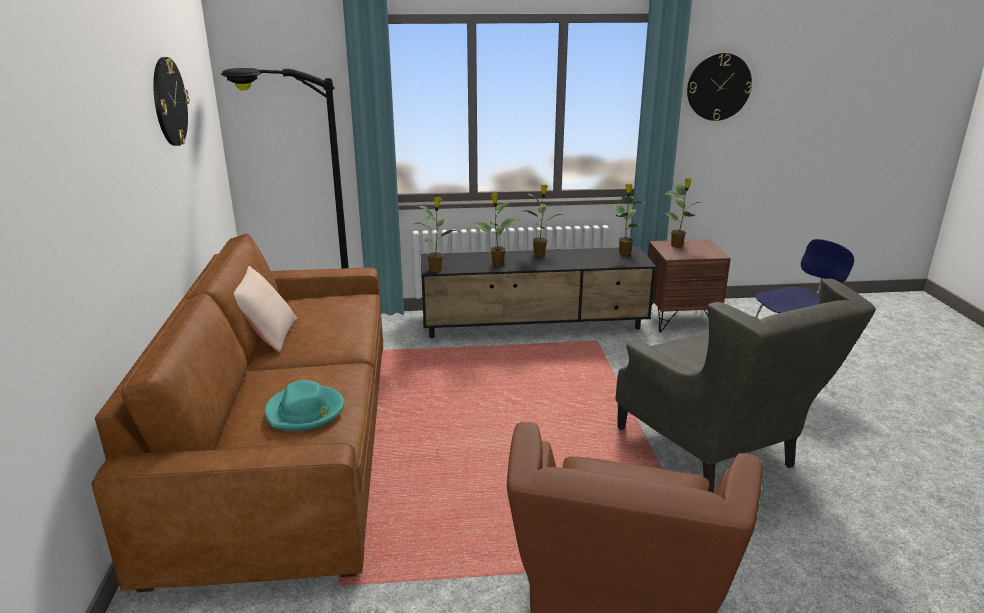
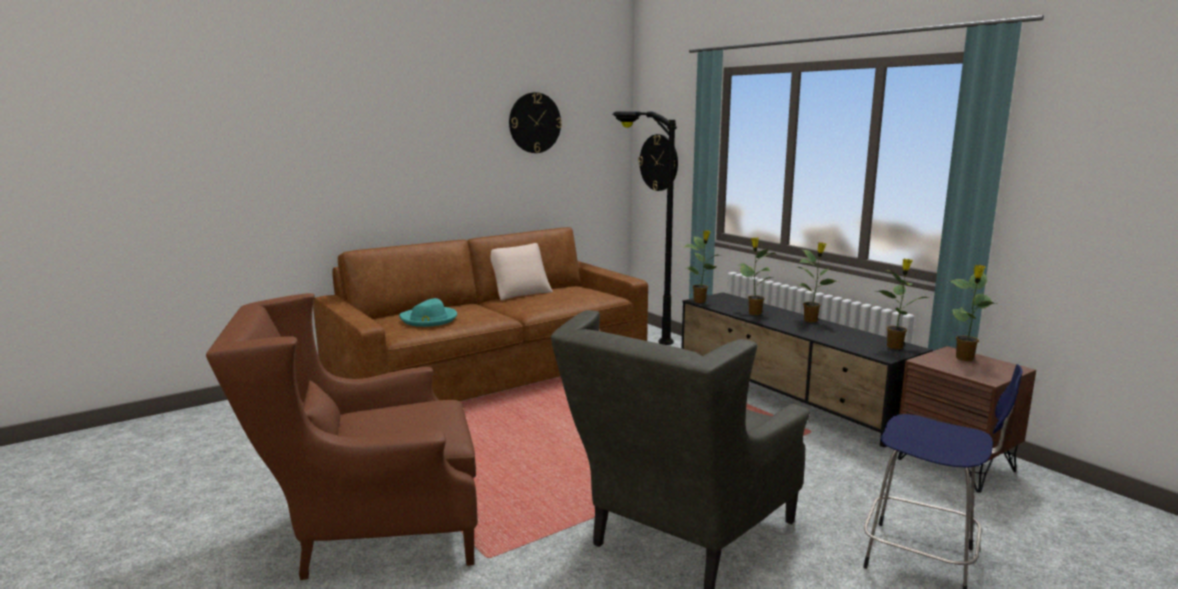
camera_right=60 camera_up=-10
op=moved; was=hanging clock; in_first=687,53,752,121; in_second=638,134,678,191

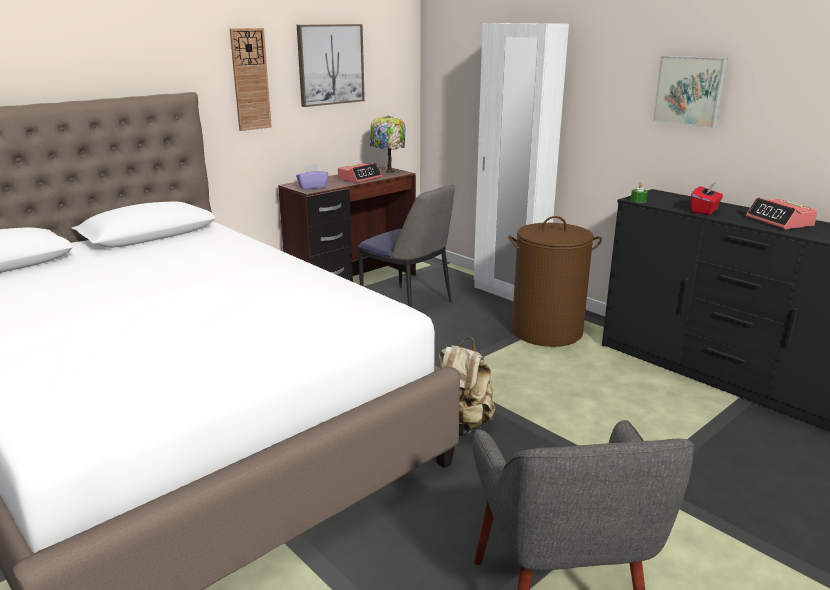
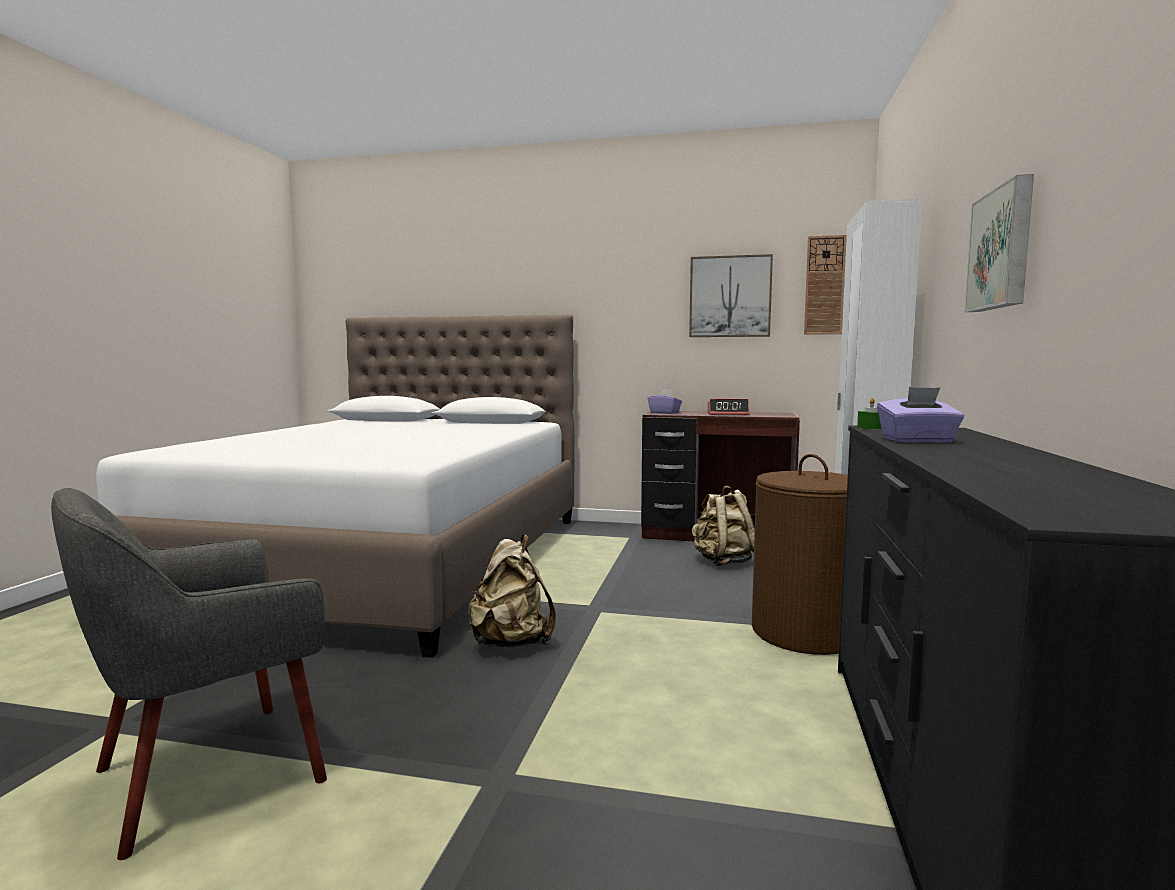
camera_right=55 camera_up=-15
op=moved; was=hanging clock; in_first=230,28,272,131; in_second=804,235,847,335
op=replaced; was=upright chair; now=beige-coloured knapsack; in_first=358,184,455,307; in_second=691,486,755,566
op=removed; was=table lamp; in_first=370,116,405,174
op=recoloured; was=red-coloured tissue holder; now=purple tissue holder; in_first=691,182,723,215; in_second=877,387,964,442
op=removed; was=alarm clock; in_first=746,198,818,229

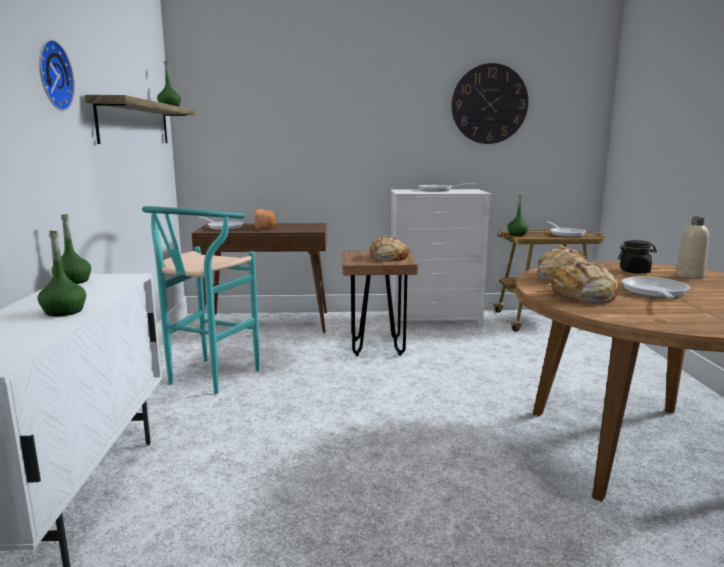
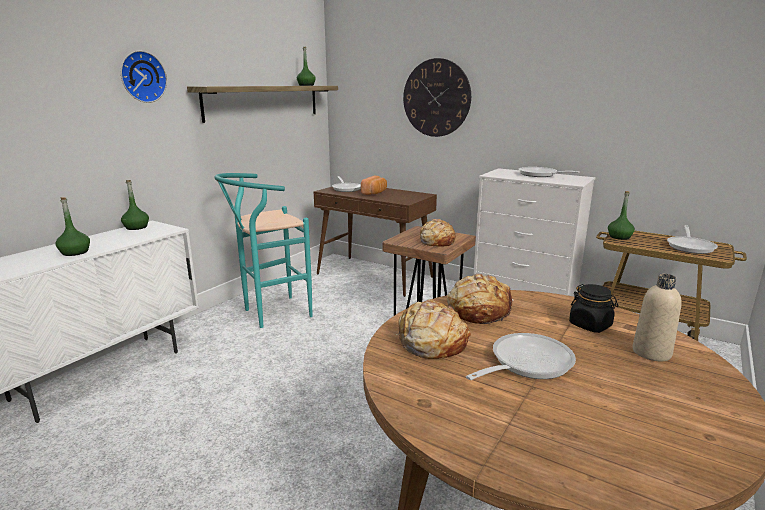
camera_right=35 camera_up=5
op=moved; was=hanging clock; in_first=451,63,528,144; in_second=403,58,471,137

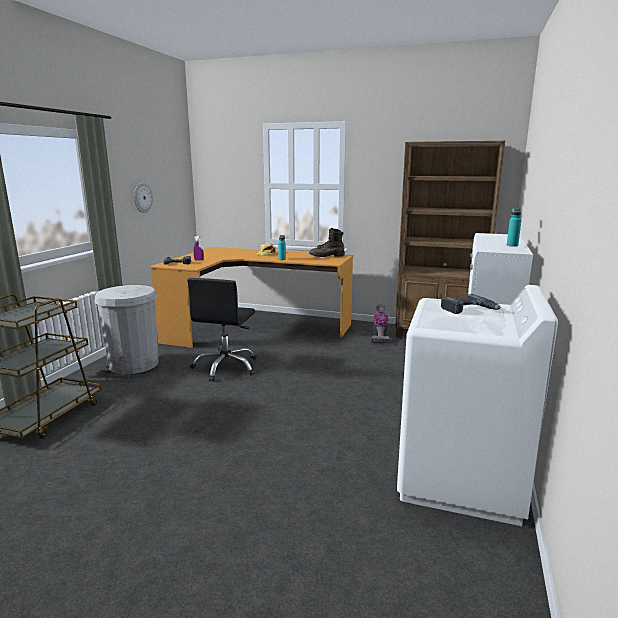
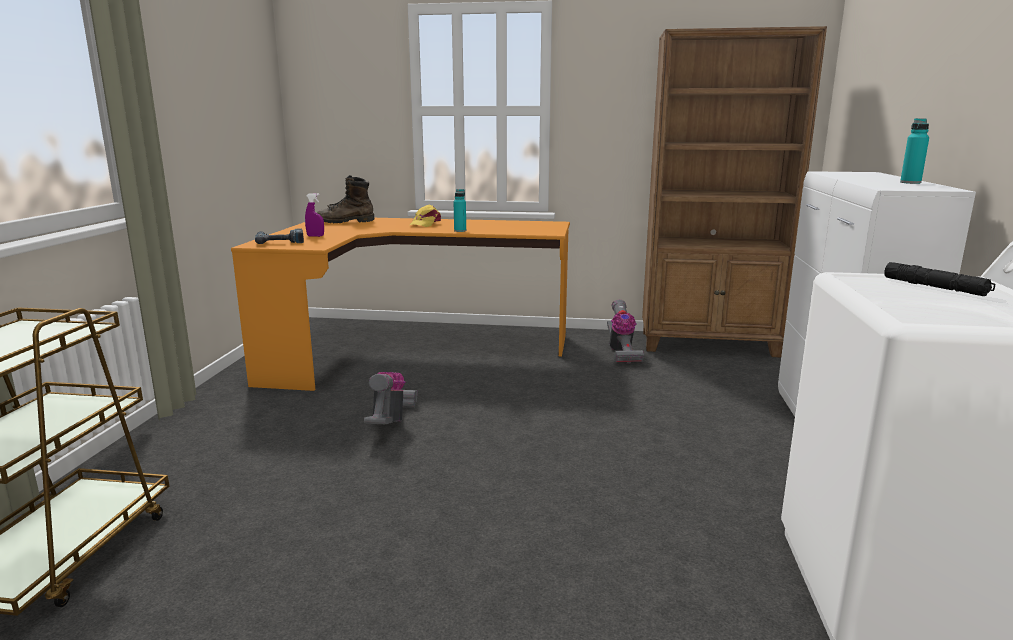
camera_right=-10 camera_up=0
op=removed; was=whitish trash can; in_first=94,285,159,374
op=removed; was=hanging clock; in_first=134,183,153,213
op=replaced; was=black desk chair; now=hoover; in_first=187,278,257,381; in_second=364,372,417,424
op=moved; was=brown-coloured high-top boot; in_first=309,228,345,257; in_second=317,175,374,223
op=replaced; was=drill; now=black flashlight; in_first=441,294,501,314; in_second=884,262,995,296

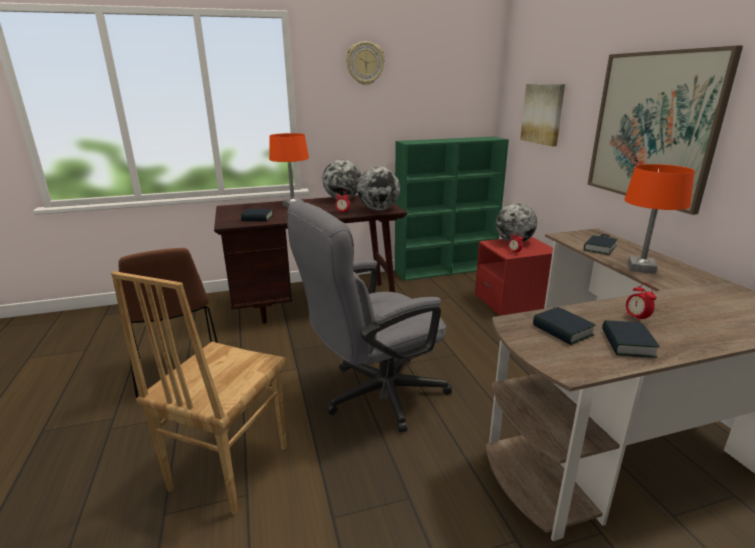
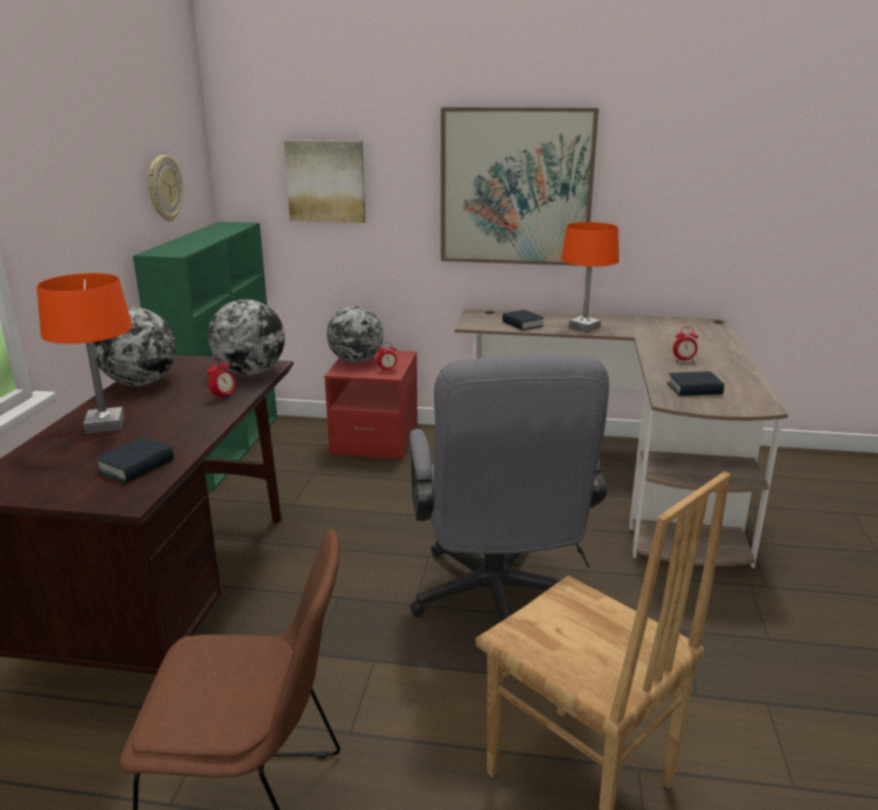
camera_right=-65 camera_up=0
op=moved; was=hanging clock; in_first=346,41,385,85; in_second=148,155,183,221
op=removed; was=bound book; in_first=602,320,660,358

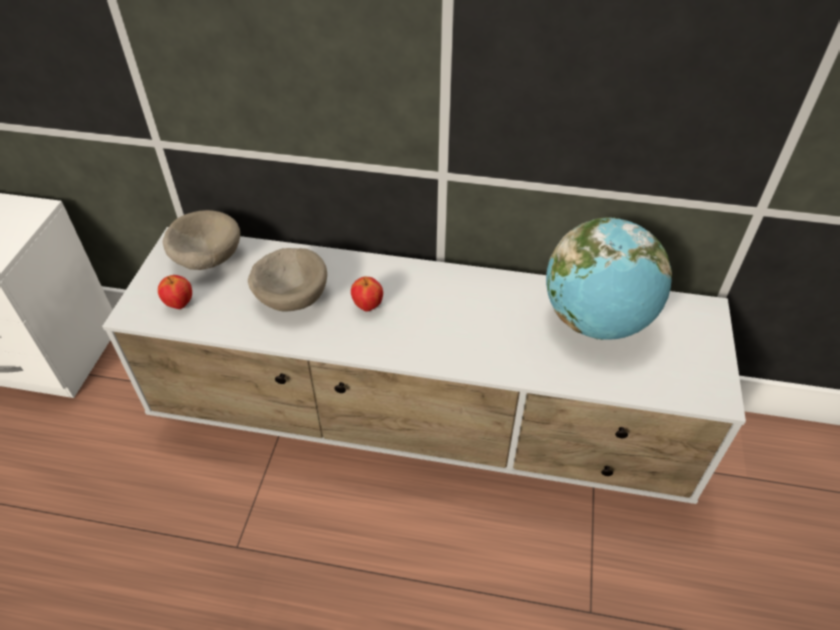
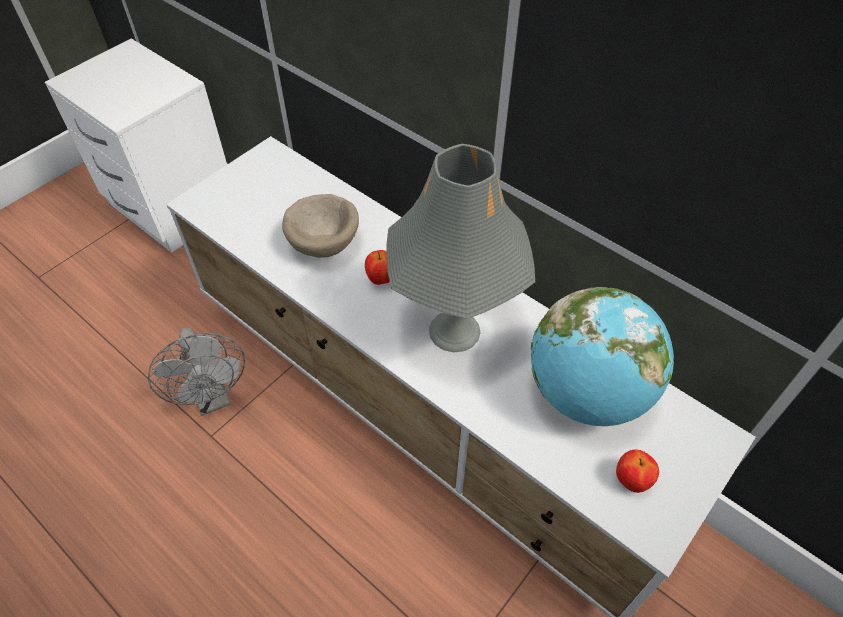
camera_right=30 camera_up=5
op=moved; was=apple fruit; in_first=158,275,192,309; in_second=616,450,659,493
op=removed; was=beige-coloured serving bowl; in_first=163,210,240,270
op=added; now=grey cooling fan; in_second=148,328,245,416
op=added; now=grey table lamp; in_second=386,144,535,352

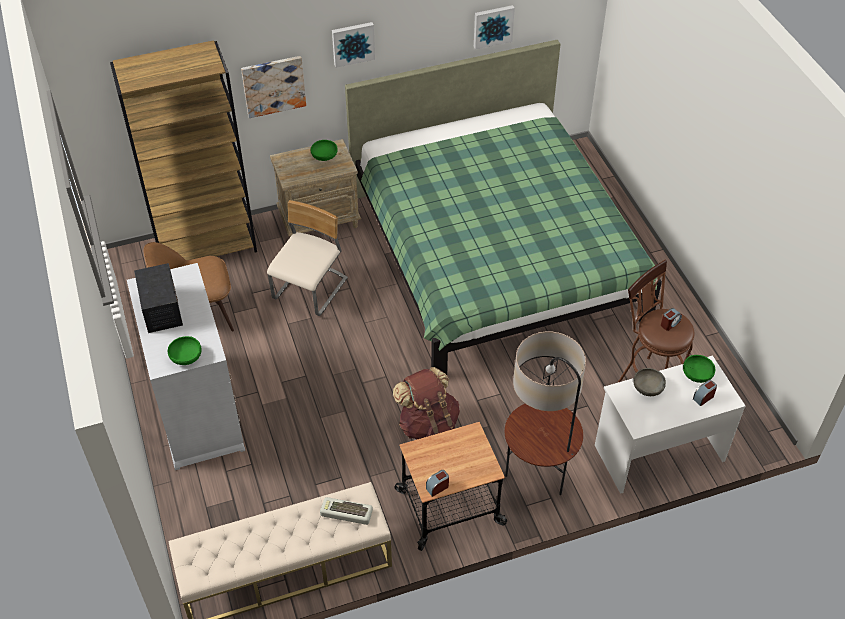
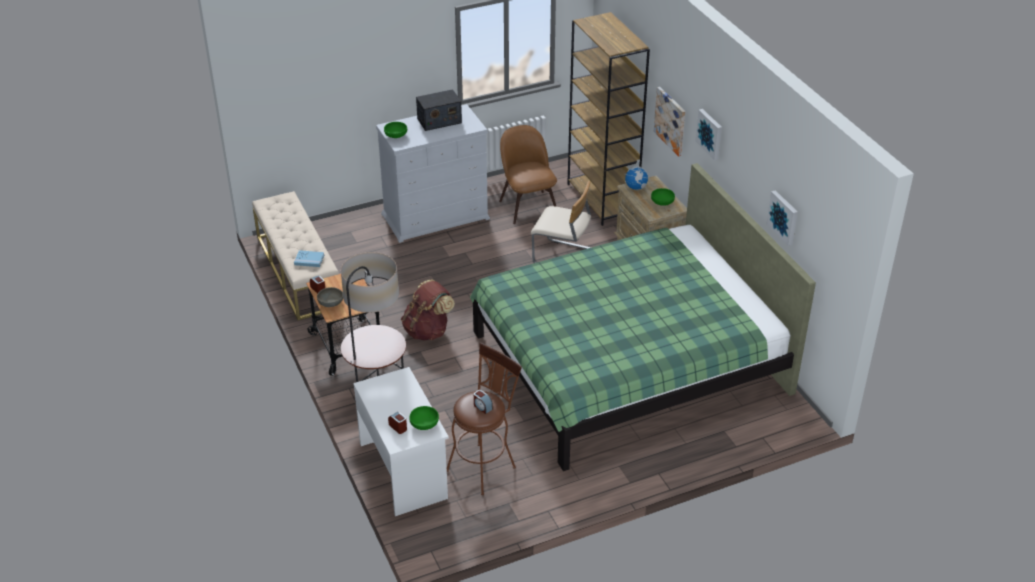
camera_right=85 camera_up=-10
op=replaced; was=keyboard; now=bluish bound book; in_first=320,497,373,525; in_second=294,250,324,267
op=moved; was=grey serving bowl; in_first=633,368,666,396; in_second=317,287,343,307
op=added; now=globe; in_second=625,159,648,190

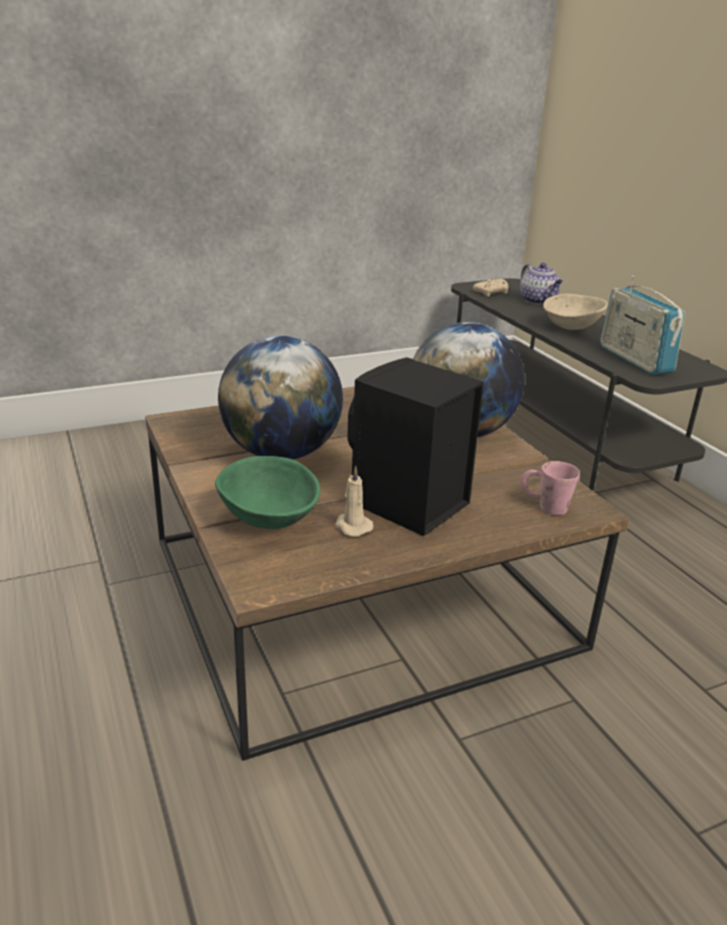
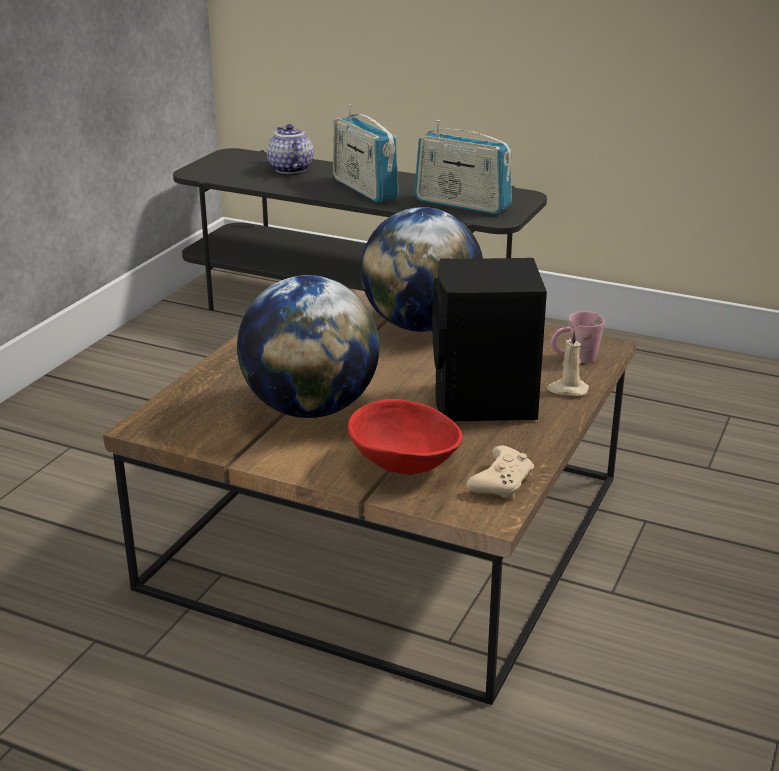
camera_right=-40 camera_up=0
op=recoloured; was=green serving bowl; now=red-coloured serving bowl; in_first=215,456,320,529; in_second=347,399,463,475
op=moved; was=beige-coloured wax candle; in_first=335,466,373,537; in_second=547,330,589,396
op=moved; was=beige-coloured joypad; in_first=473,279,509,297; in_second=467,446,534,499
op=turned; was=pot for tea; in_first=520,263,563,305; in_second=267,124,313,174; clockwise=-135
op=replaced; was=beige-coloured serving bowl; now=radio; in_first=543,294,608,330; in_second=333,104,399,203

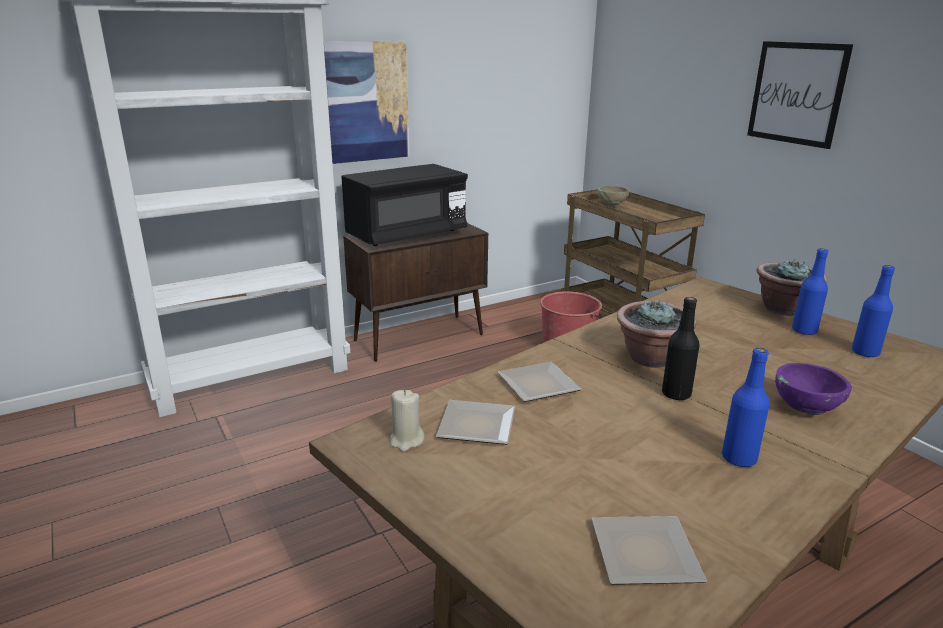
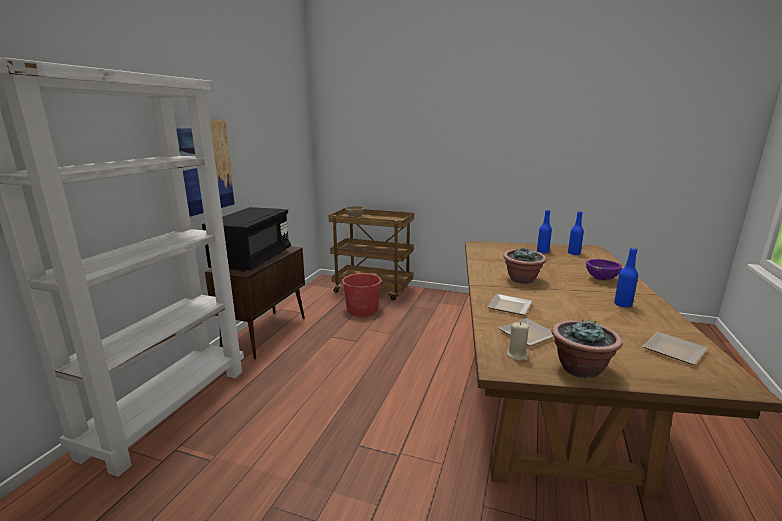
camera_right=-40 camera_up=-5
op=removed; was=black bottle; in_first=662,297,699,400
op=removed; was=picture; in_first=747,41,853,149
op=moved; was=plant in a pot; in_first=756,259,828,316; in_second=552,319,623,378

